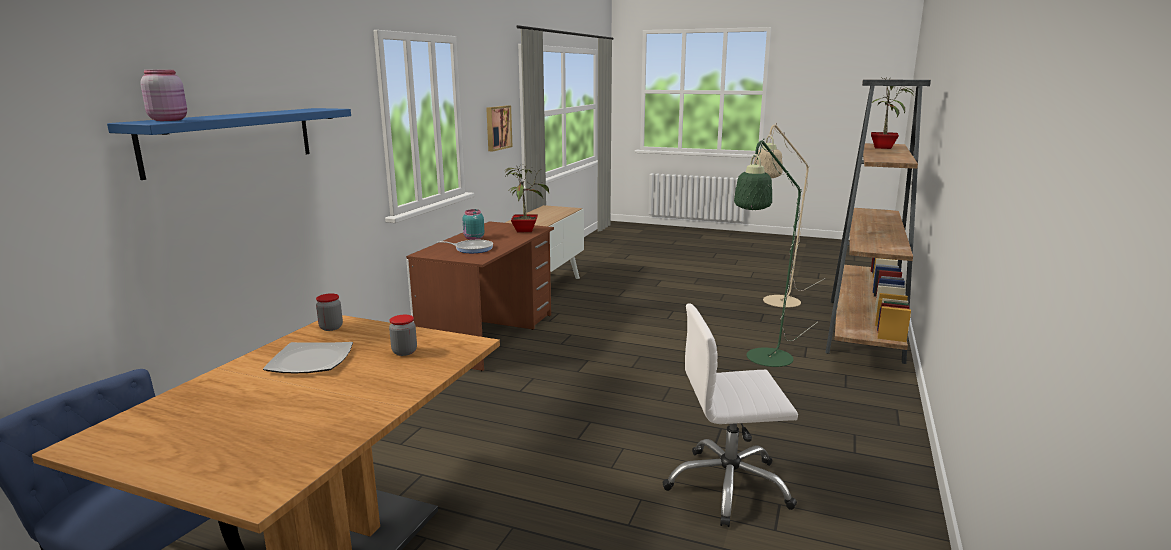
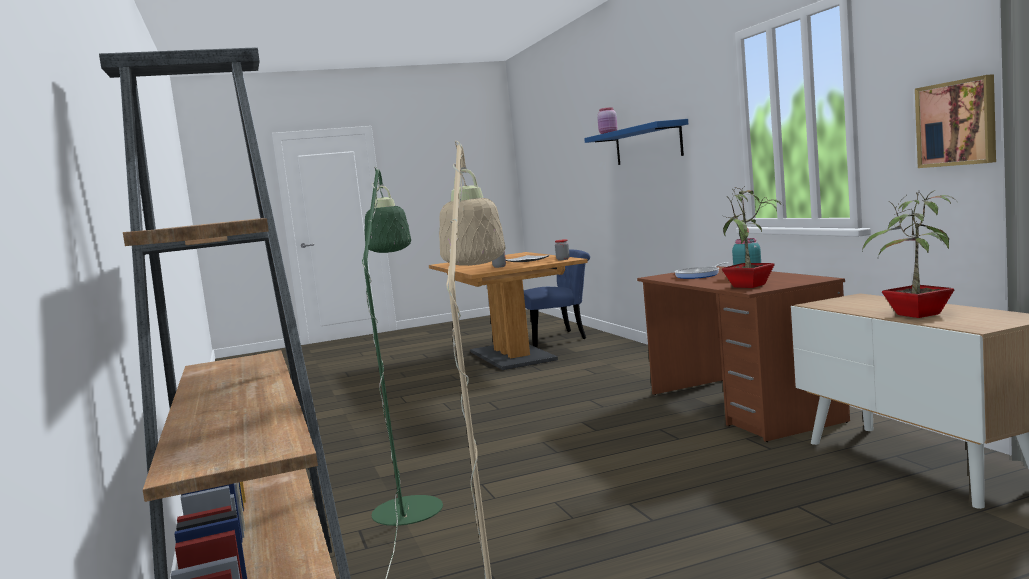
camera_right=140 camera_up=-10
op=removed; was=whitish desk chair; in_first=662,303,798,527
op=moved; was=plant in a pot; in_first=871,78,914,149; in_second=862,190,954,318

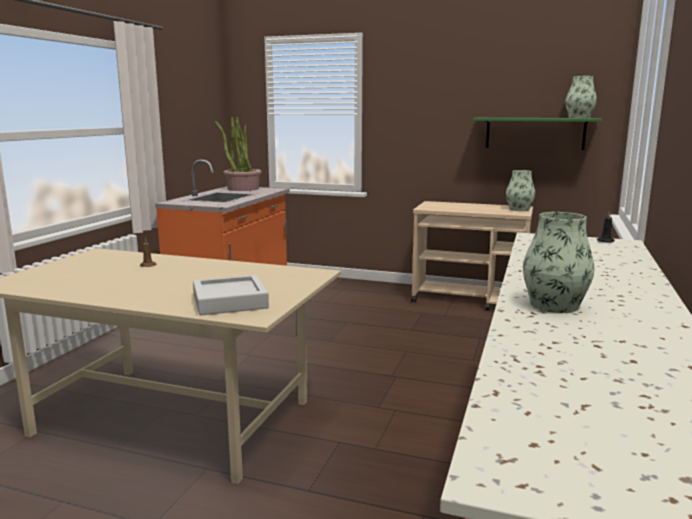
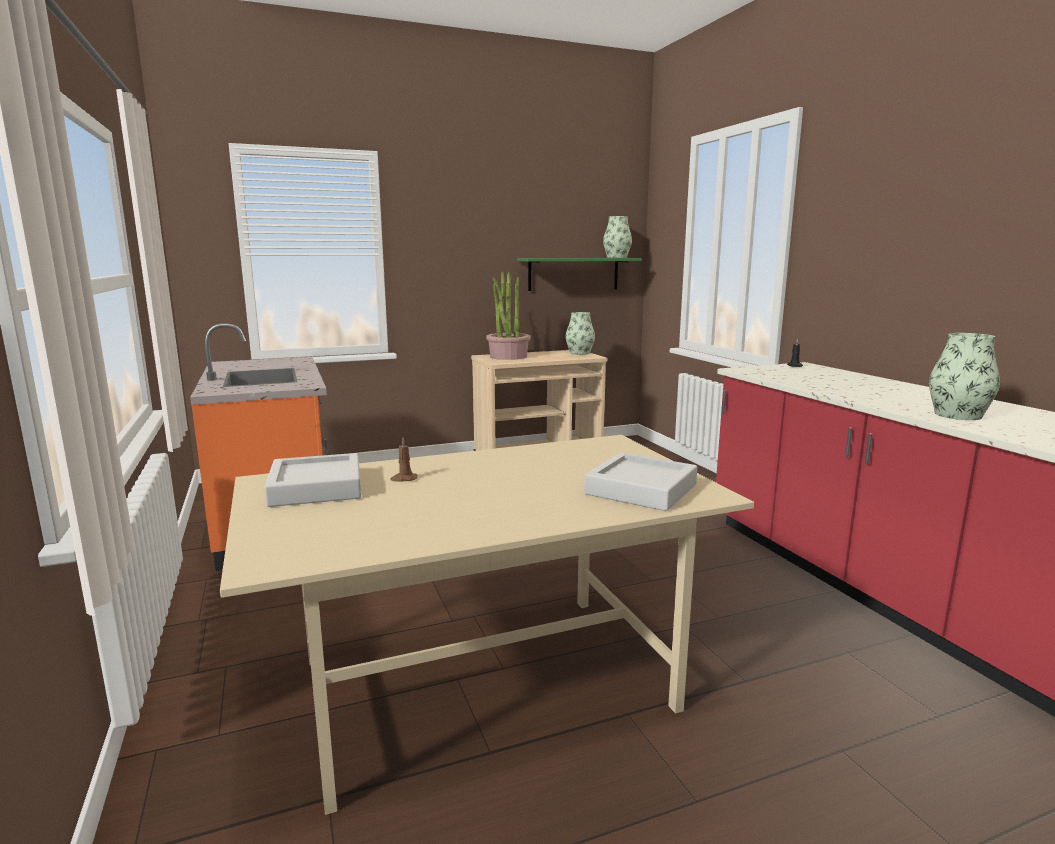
camera_right=-40 camera_up=0
op=moved; was=plant in a pot; in_first=215,117,262,191; in_second=486,272,531,360
op=added; now=grey tray; in_second=264,453,361,507

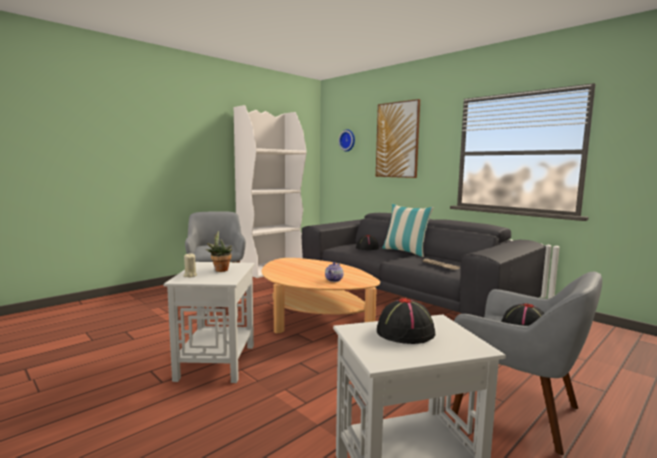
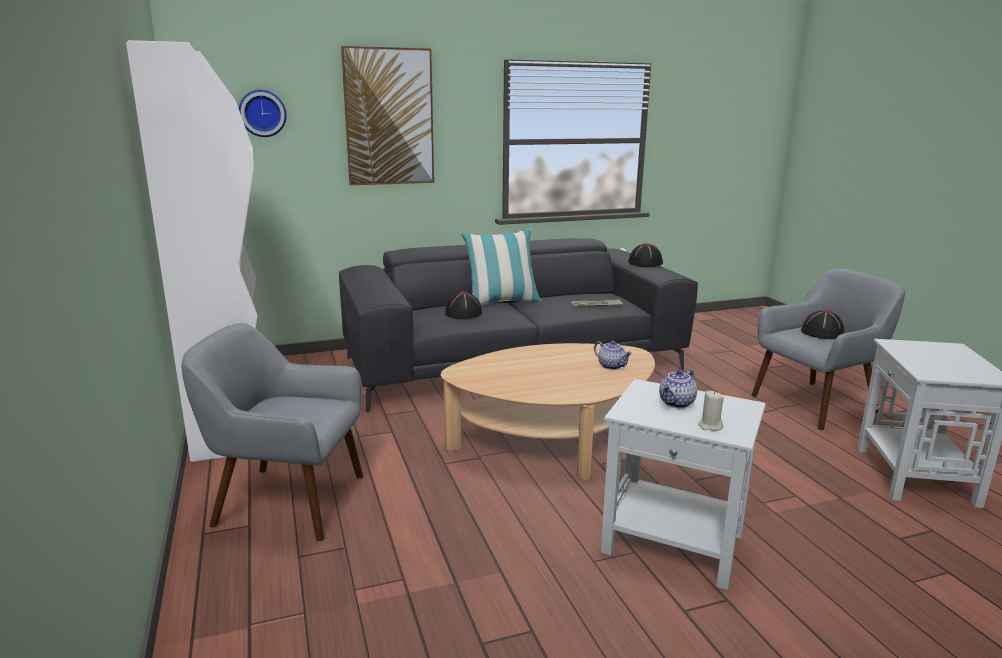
camera_right=-65 camera_up=10
op=replaced; was=plant in a pot; now=pot for tea; in_first=206,231,232,272; in_second=659,369,697,408
op=moved; was=black wearable hat; in_first=377,298,435,344; in_second=628,243,663,267

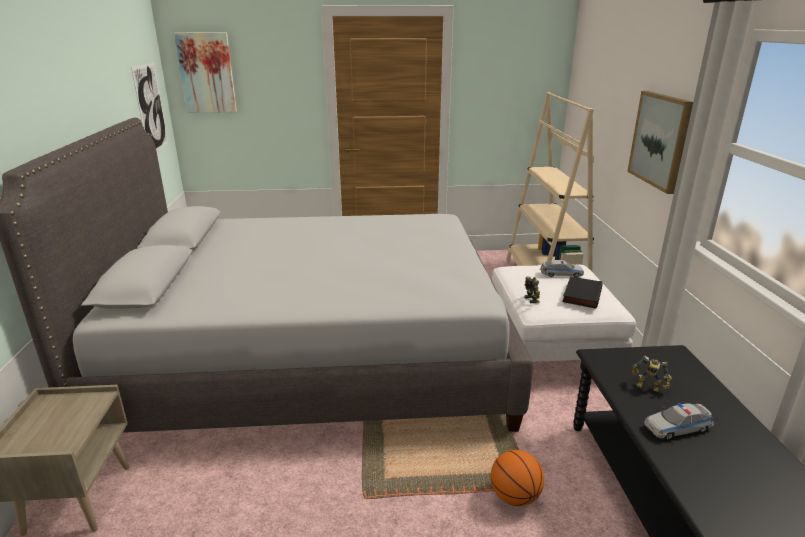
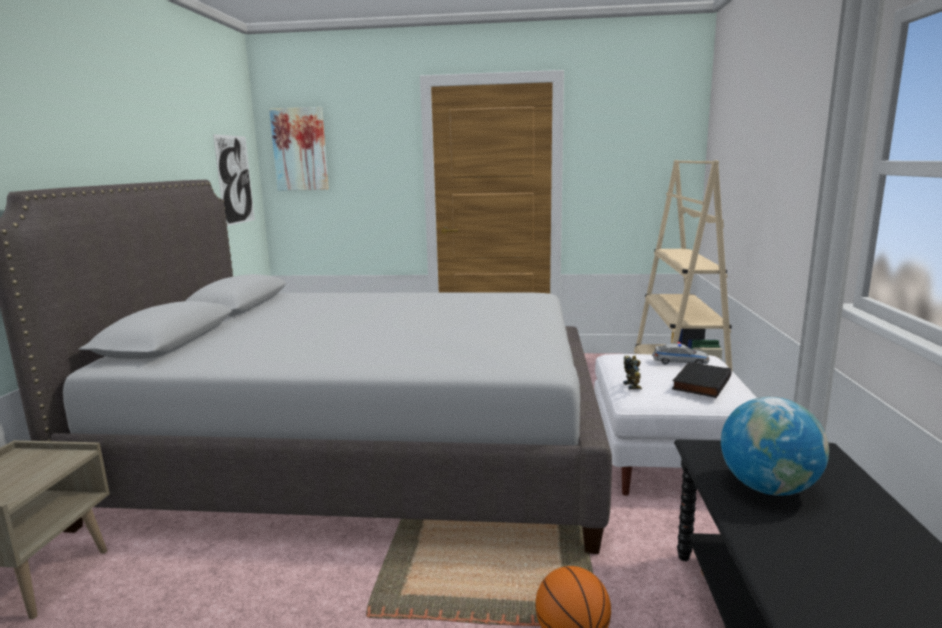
camera_right=10 camera_up=-10
op=removed; was=picture; in_first=627,91,693,194
op=replaced; was=toy robot; now=globe; in_first=632,356,672,392; in_second=721,397,829,496
op=removed; was=model car; in_first=644,403,714,440

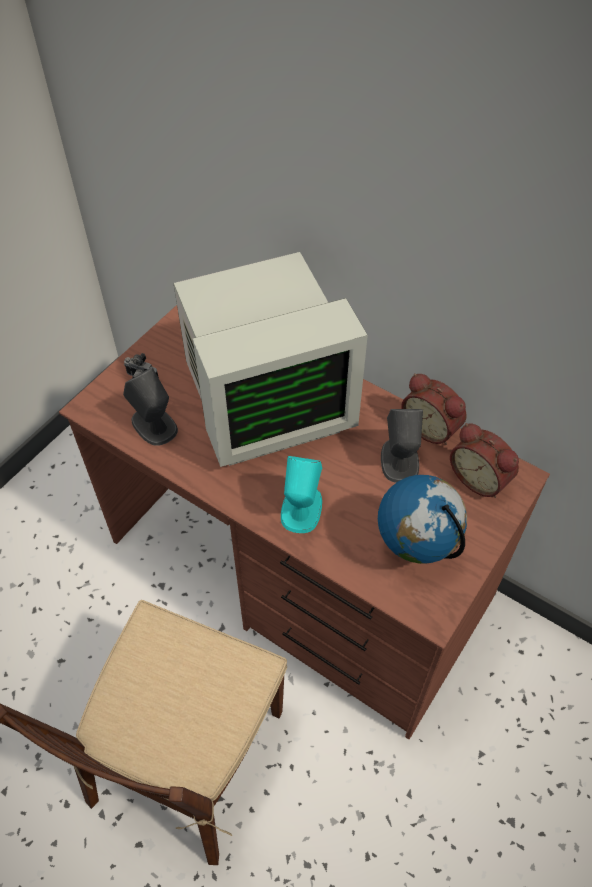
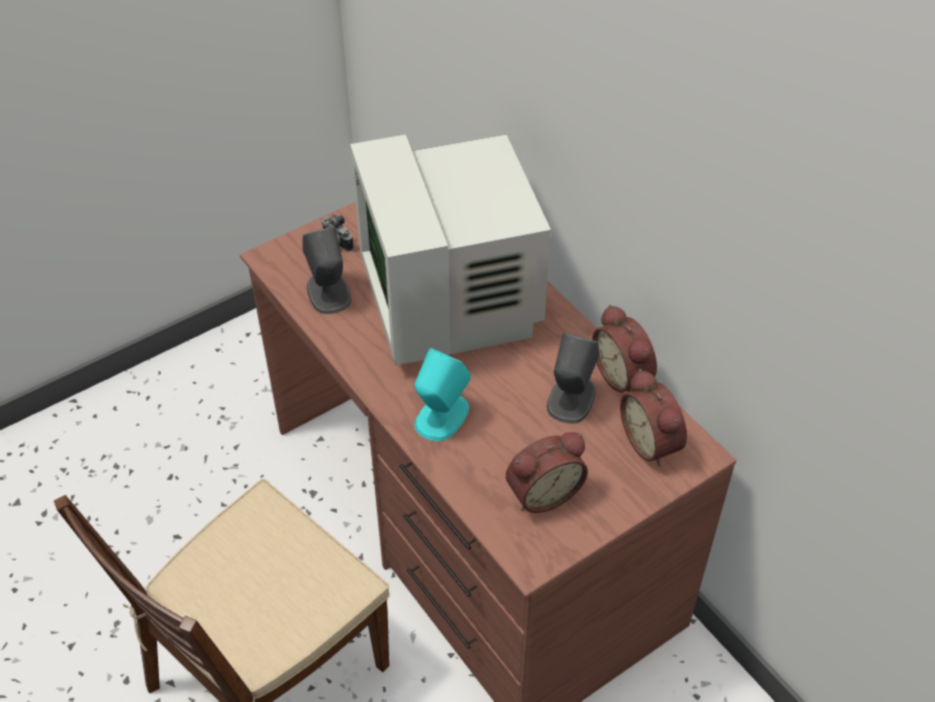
camera_right=20 camera_up=-5
op=turned; was=computer screen; in_first=173,252,368,467; in_second=350,134,551,365; clockwise=75
op=replaced; was=globe; now=alarm clock; in_first=378,475,467,564; in_second=506,432,588,513

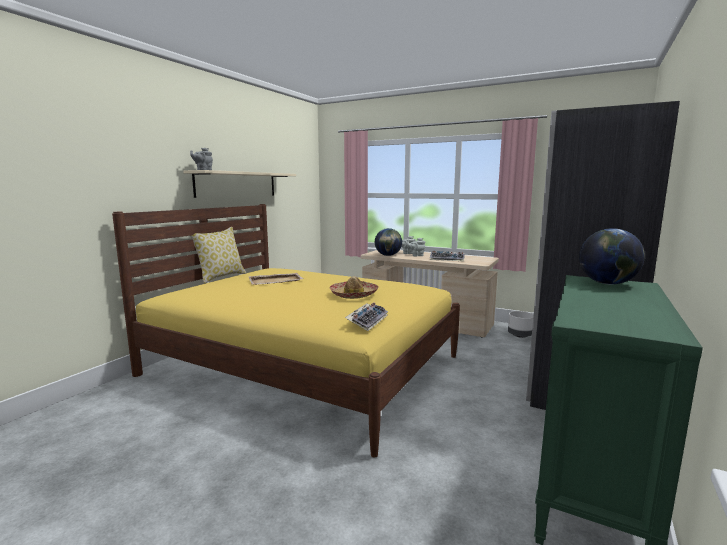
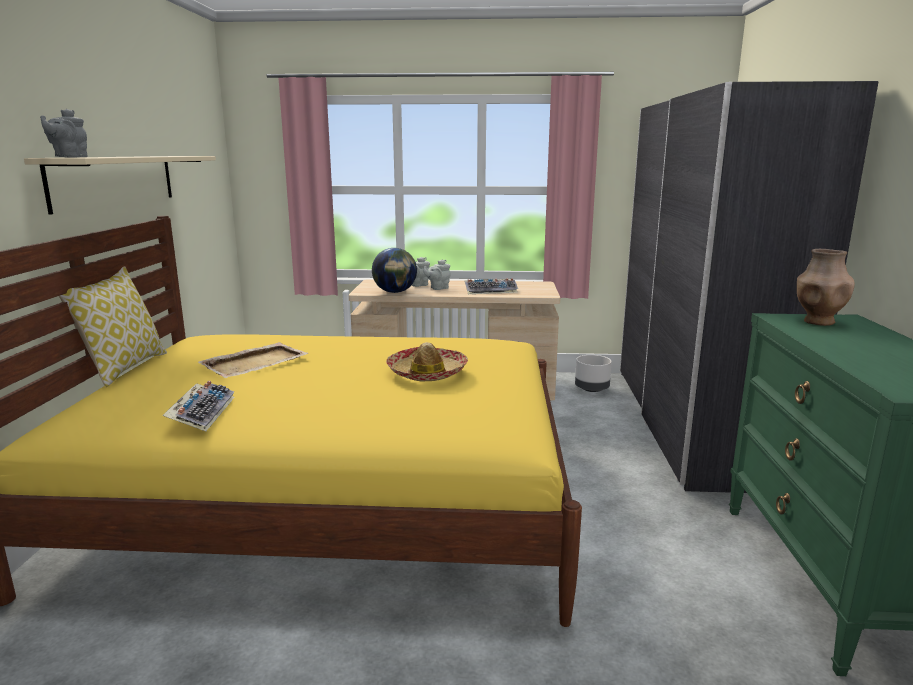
camera_right=-25 camera_up=5
op=moved; was=keyboard; in_first=345,302,388,331; in_second=162,381,234,431
op=replaced; was=globe; now=brown-coloured flower vase; in_first=579,228,645,285; in_second=797,249,855,326

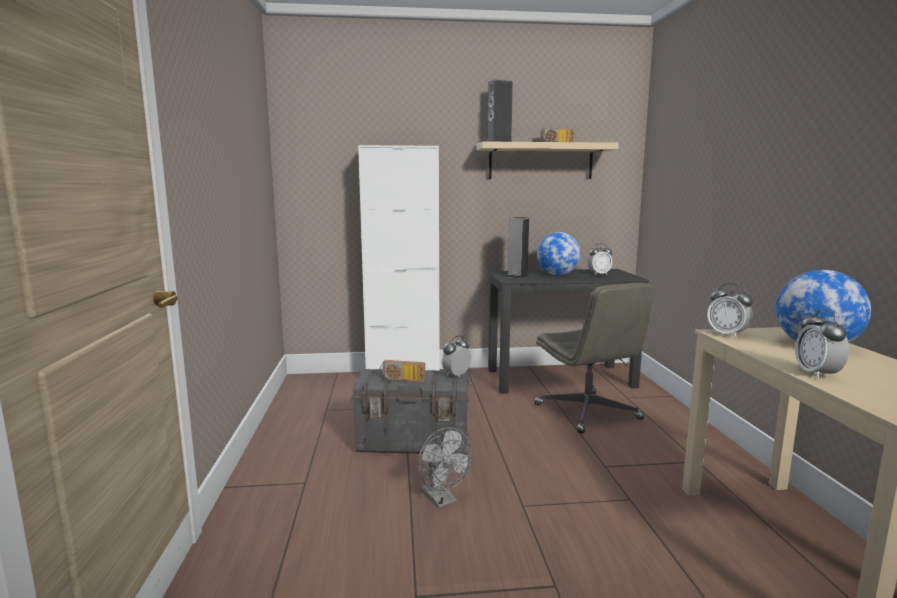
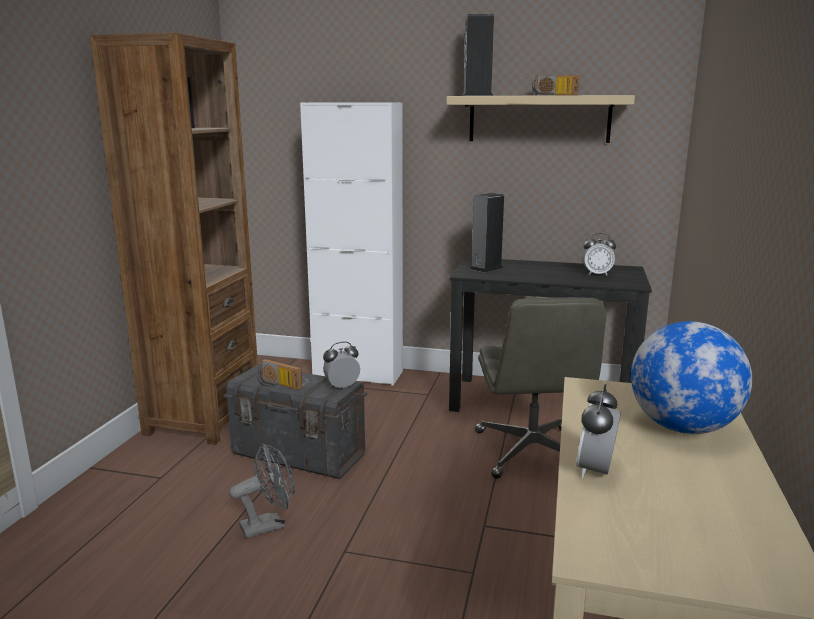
camera_right=20 camera_up=5
op=turned; was=grey cooling fan; in_first=418,427,472,508; in_second=229,443,295,538; clockwise=-105
op=removed; was=globe; in_first=537,232,581,275
op=removed; was=alarm clock; in_first=707,283,753,338
op=added; now=brown-coloured bookshelf; in_second=90,32,258,445

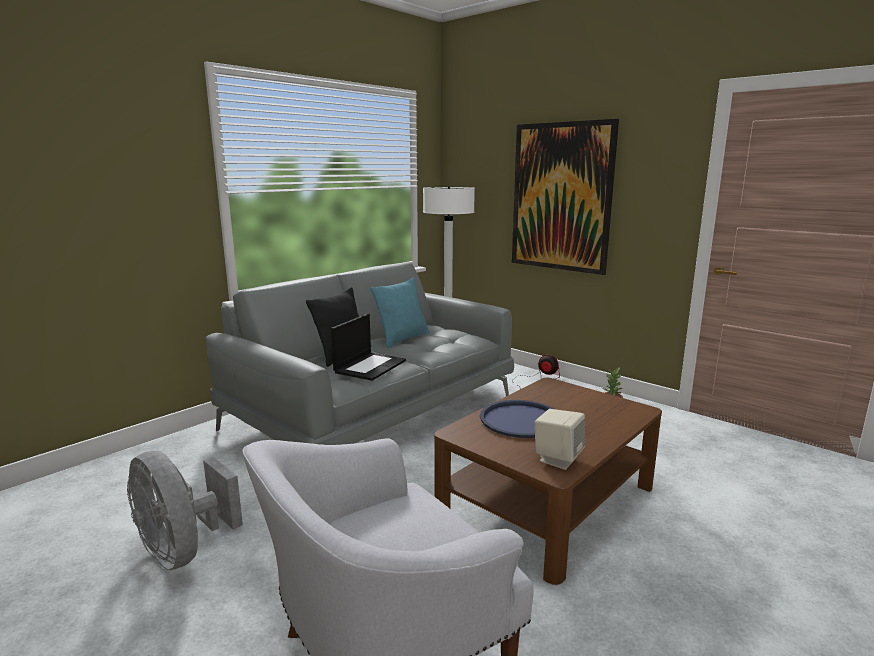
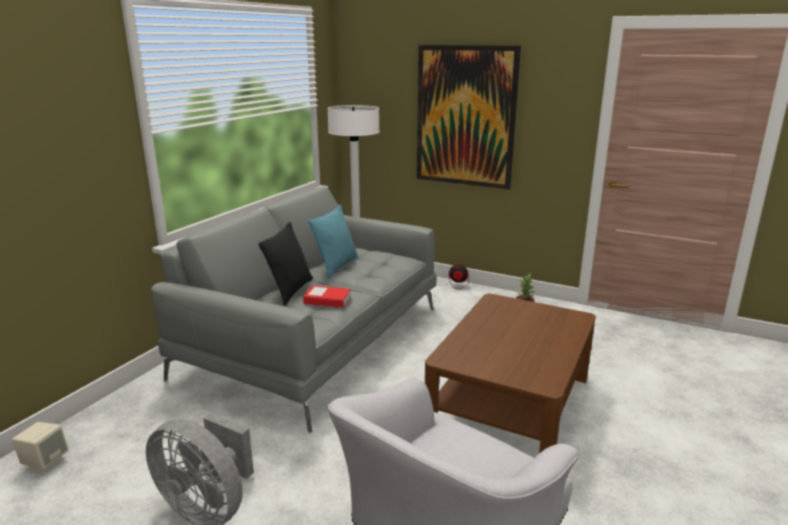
camera_right=-15 camera_up=5
op=replaced; was=notebook computer; now=bound book; in_first=331,314,406,381; in_second=303,286,351,308
op=removed; was=bluish tray; in_first=480,400,554,438
op=moved; was=beige-coloured speaker; in_first=535,409,585,470; in_second=12,422,69,475

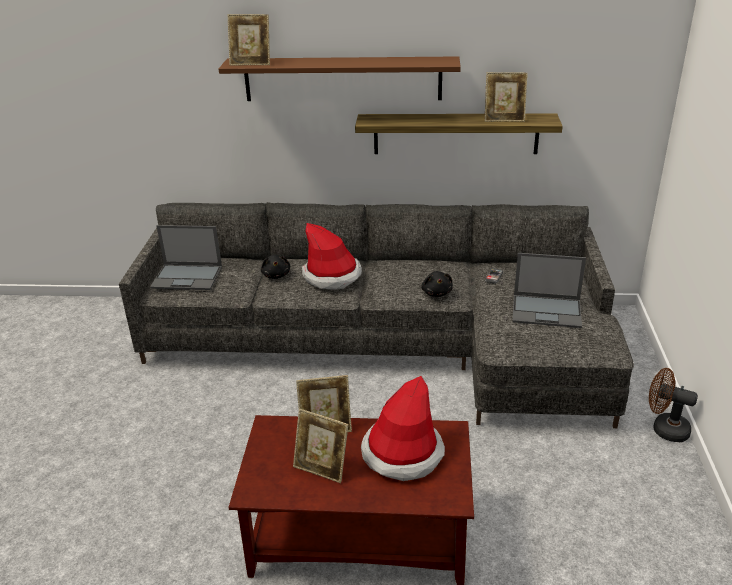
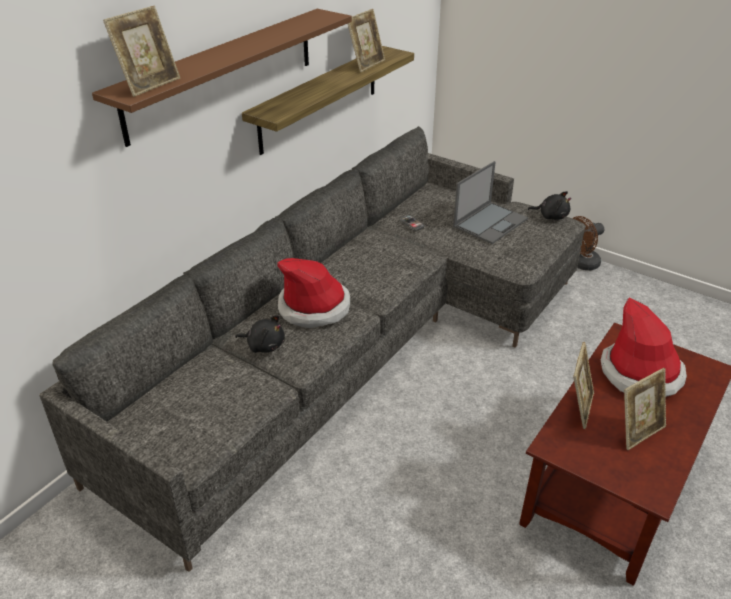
camera_right=-60 camera_up=5
op=removed; was=notebook computer; in_first=150,225,222,290
op=moved; was=black cuddly toy; in_first=421,271,453,297; in_second=528,191,571,220

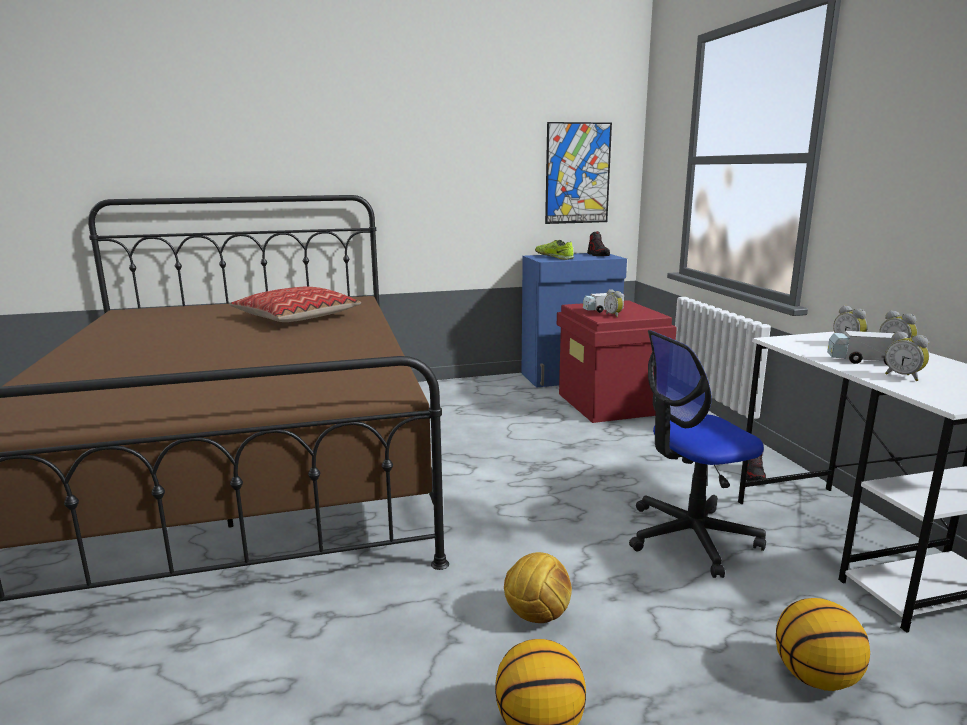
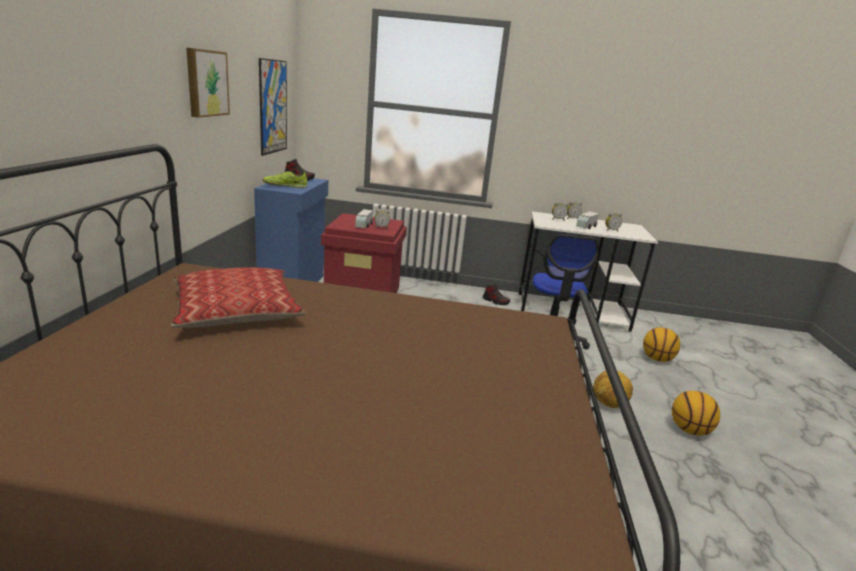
camera_right=-70 camera_up=5
op=added; now=picture; in_second=186,48,230,118

